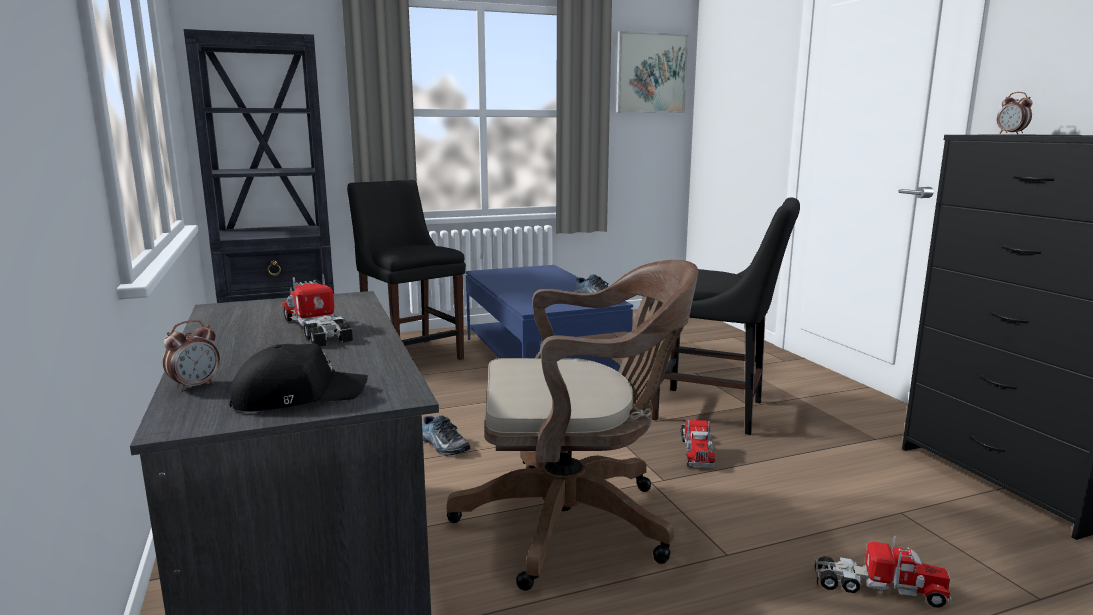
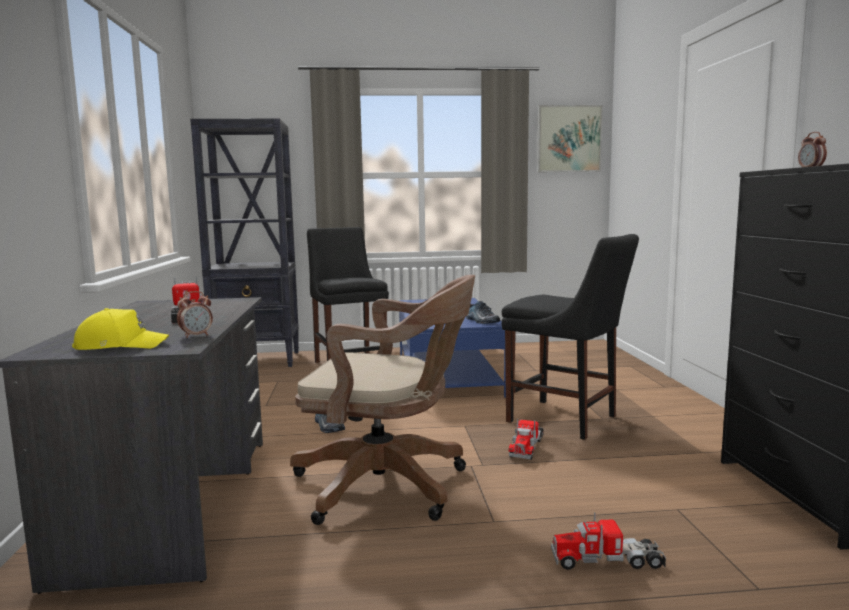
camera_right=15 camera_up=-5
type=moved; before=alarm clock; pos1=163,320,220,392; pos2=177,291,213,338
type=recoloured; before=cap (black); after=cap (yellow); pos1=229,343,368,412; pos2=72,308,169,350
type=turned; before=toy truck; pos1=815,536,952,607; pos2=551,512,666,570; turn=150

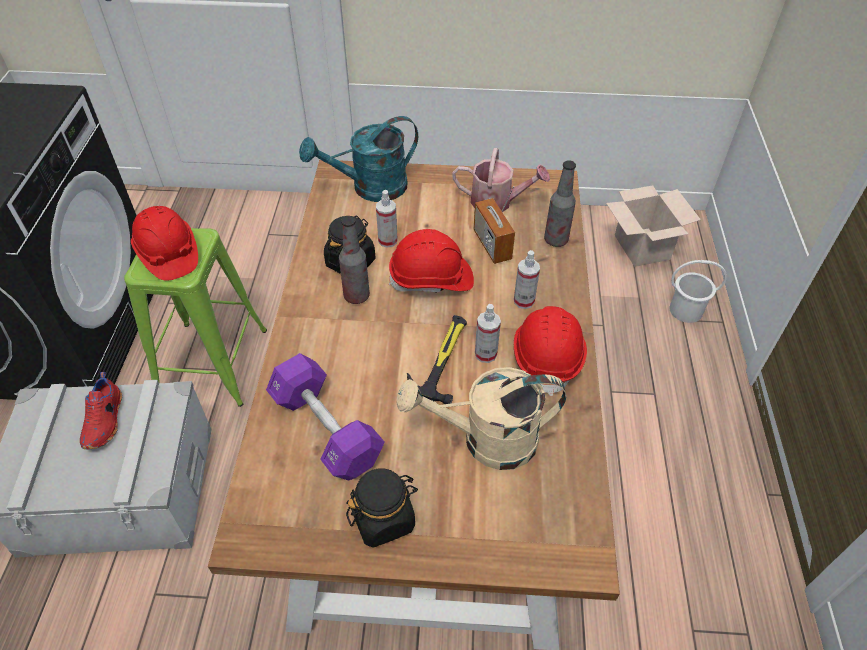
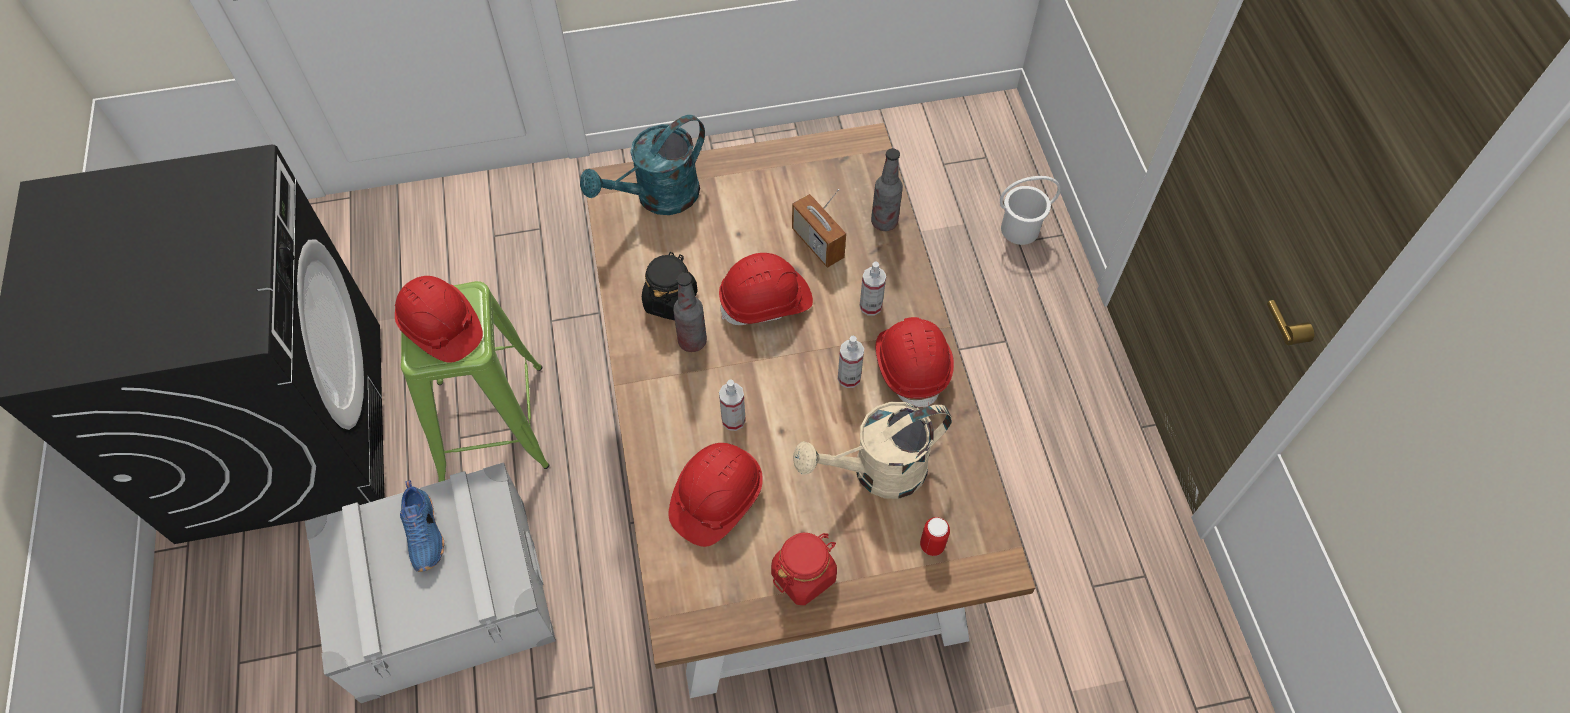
camera_right=-15 camera_up=10
type=recoloured; before=shoe (red); after=shoe (blue); pos1=80,372,122,449; pos2=400,480,444,572
type=replaced; before=dumbbell (purple); after=hard hat (red); pos1=266,353,385,480; pos2=669,443,763,547
type=recoloured; before=jar (black); after=jar (red); pos1=346,468,418,548; pos2=771,533,837,605
type=moved; before=spray bottle; pos1=376,190,398,248; pos2=719,379,746,431
type=removed; before=hammer; pos1=407,315,467,404
type=removed; before=watering can; pos1=452,148,550,211
type=removed; before=cardboard box; pos1=606,185,701,267
type=added; after=can; pos2=920,517,950,556

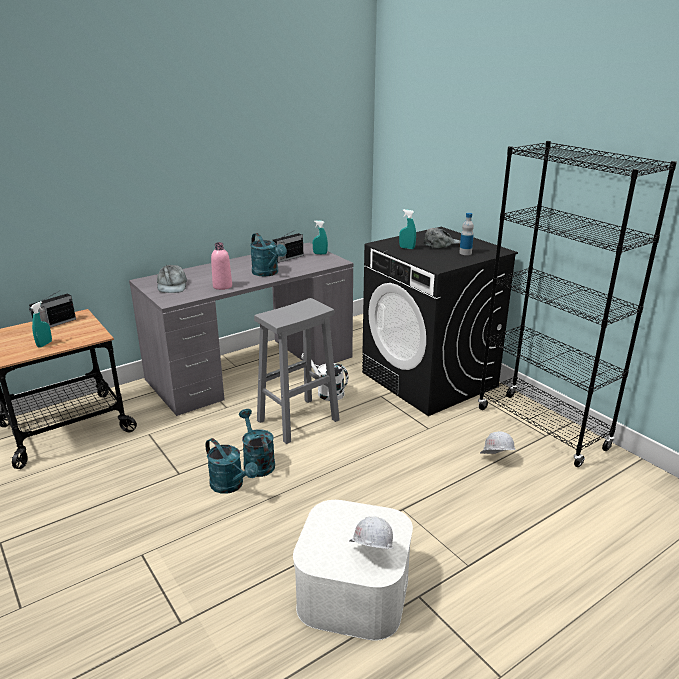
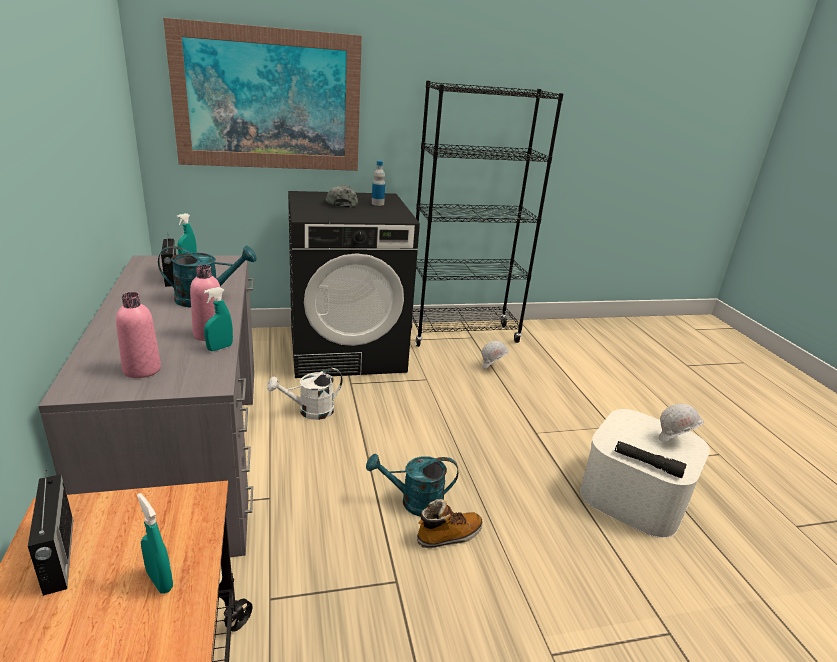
camera_right=-70 camera_up=0
type=replaced; before=cap (grey); after=bottle (pink); pos1=157,265,187,293; pos2=116,292,161,378
type=replaced; before=watering can (turquoise); after=boot; pos1=206,438,258,494; pos2=417,499,483,548
type=removed; before=stool (grey); pos1=254,298,340,444
type=moved; before=spray bottle (turquoise); pos1=399,209,416,249; pos2=204,287,233,351
type=added; after=picture; pos2=163,18,362,171
type=added; after=flashlight (black); pos2=615,441,687,478

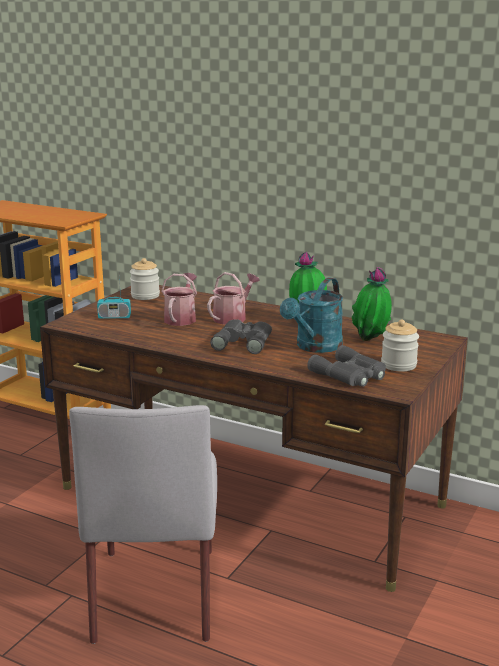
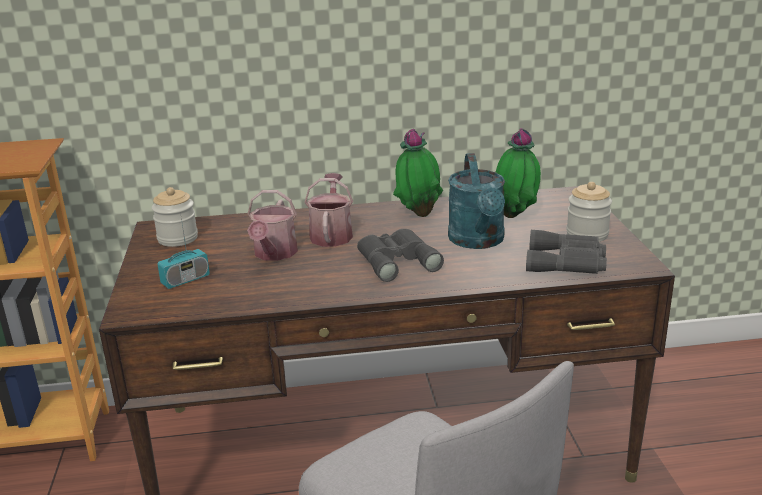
camera_right=-35 camera_up=5
type=turned; before=watering can; pos1=161,273,197,326; pos2=247,190,298,261; turn=-150

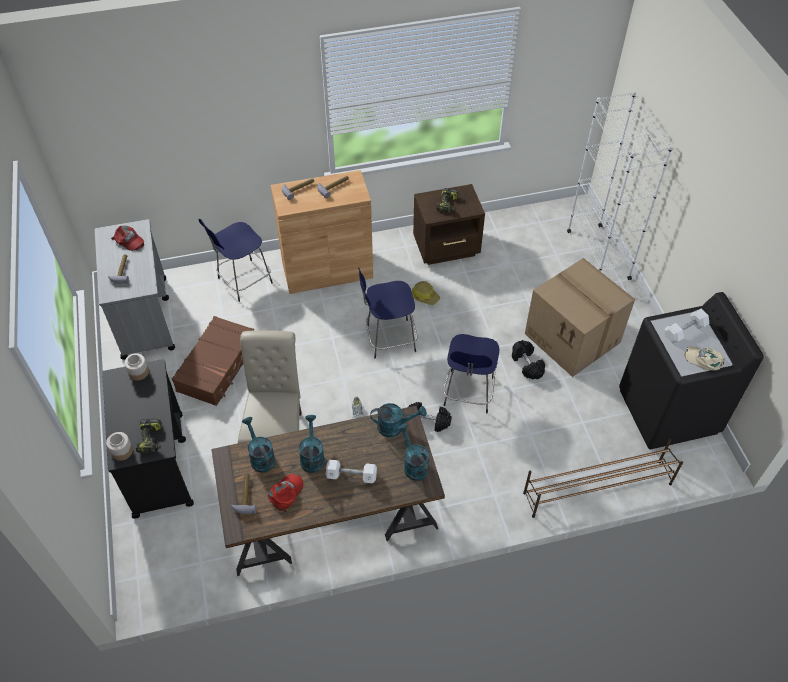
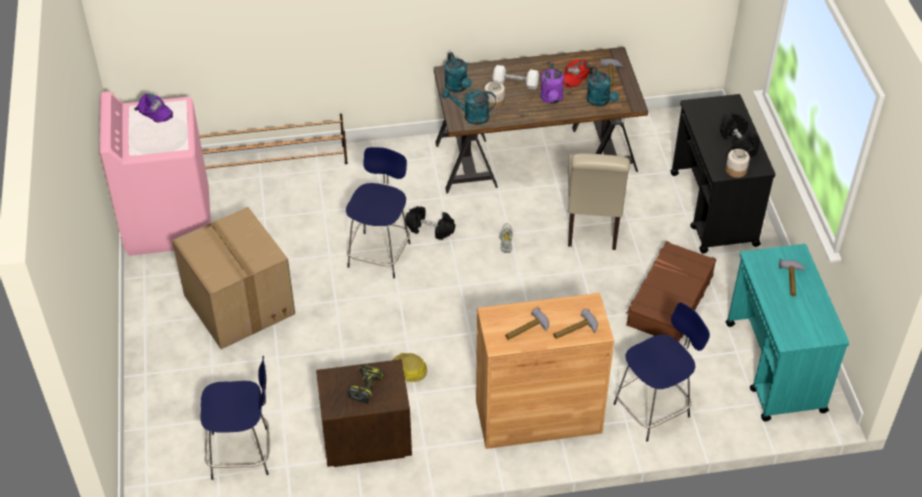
camera_right=-175 camera_up=-5
type=recoloured; before=cart (grey); after=cart (turquoise); pos1=95,219,175,360; pos2=726,244,849,422
type=moved; before=jar; pos1=106,432,133,461; pos2=484,81,505,109
type=removed; before=cap (red); pos1=111,226,144,251
type=removed; before=power drill; pos1=136,419,162,453
type=recoloured; before=watering can (turquoise); after=watering can (purple); pos1=299,415,325,473; pos2=541,63,564,104
type=moved; before=stool (blue); pos1=358,267,418,358; pos2=201,356,269,480
type=moved; before=dumbbell (black); pos1=512,340,545,379; pos2=720,114,760,157
type=removed; before=bookcase (white); pos1=567,92,673,280
type=recoloured; before=washing machine (black); after=washing machine (pink); pos1=619,292,764,449; pos2=99,91,211,256
type=removed; before=dumbbell (white); pos1=665,309,710,343
type=recoloured; before=cap (beige); after=cap (purple); pos1=684,346,726,370; pos2=134,94,173,123

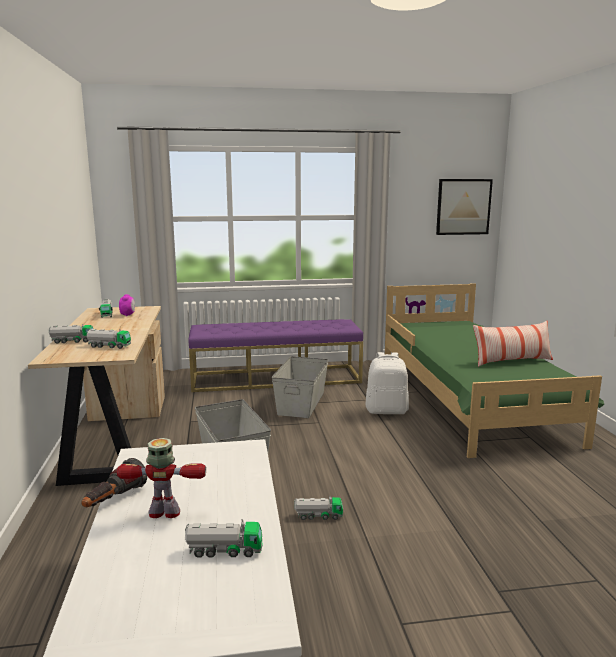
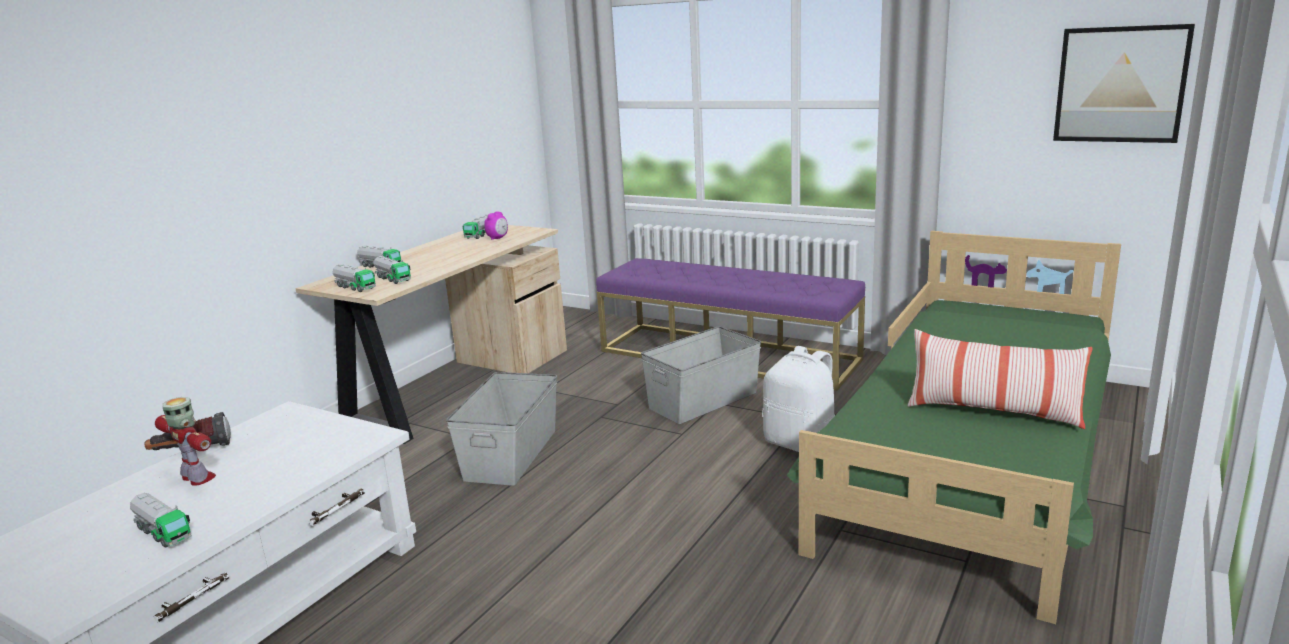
camera_right=40 camera_up=5
type=moved; before=toy truck; pos1=294,496,343,520; pos2=333,264,376,292

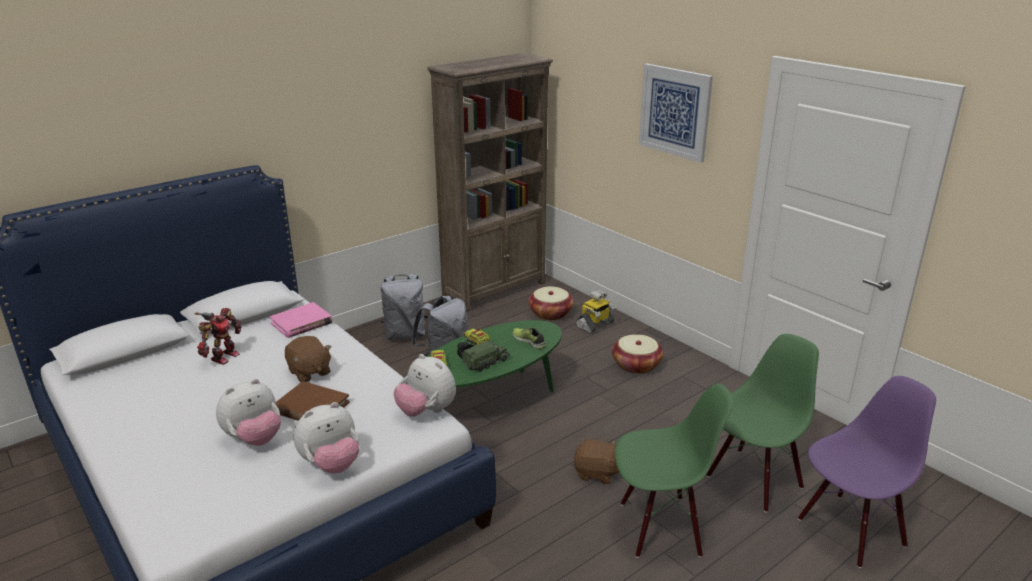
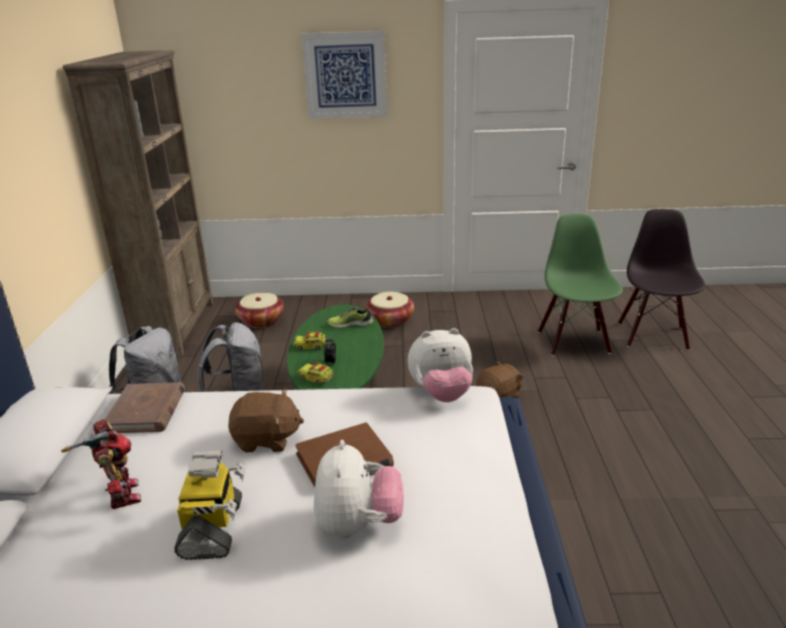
camera_right=-50 camera_up=0
type=recoloured; before=book (pink); after=book (brown); pos1=269,302,333,338; pos2=105,382,185,433
type=removed; before=plush toy; pos1=293,402,359,473
type=removed; before=toy truck; pos1=462,341,510,372
type=moved; before=toy robot; pos1=576,290,617,333; pos2=175,451,246,560
type=removed; before=chair (green); pos1=615,383,734,558
type=recoloured; before=chair (purple); after=chair (black); pos1=798,376,936,568; pos2=618,209,706,350

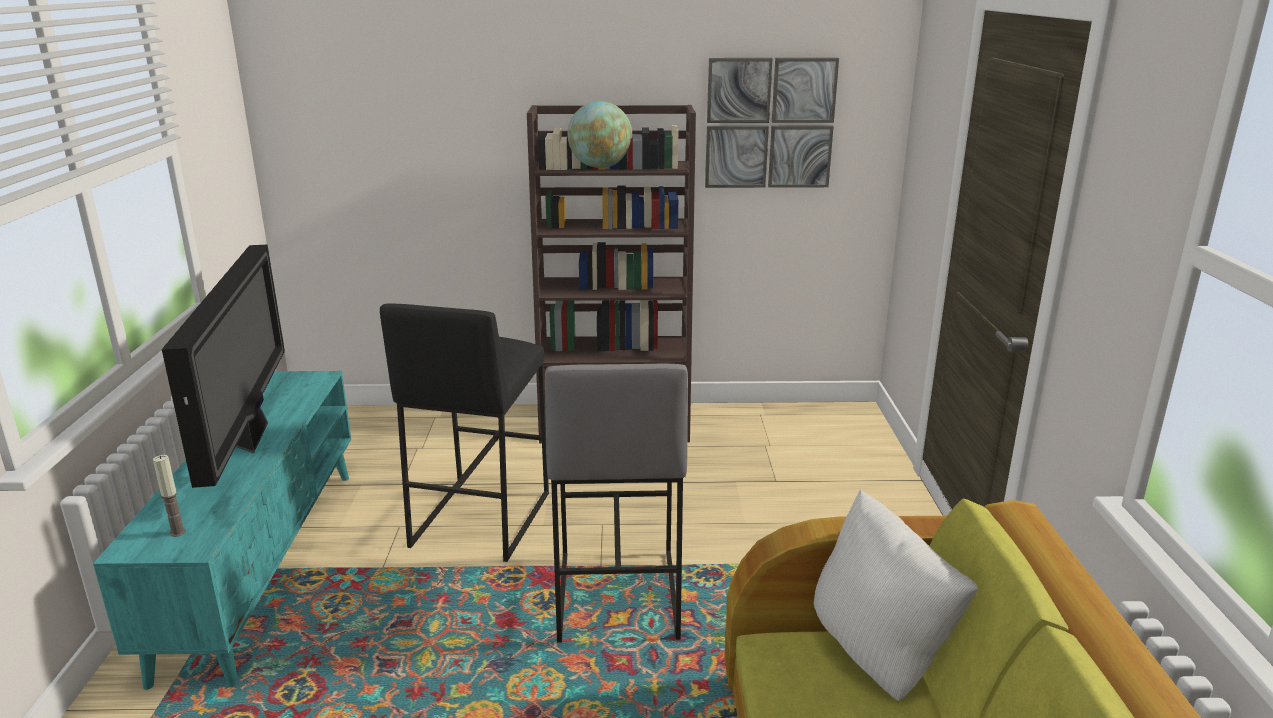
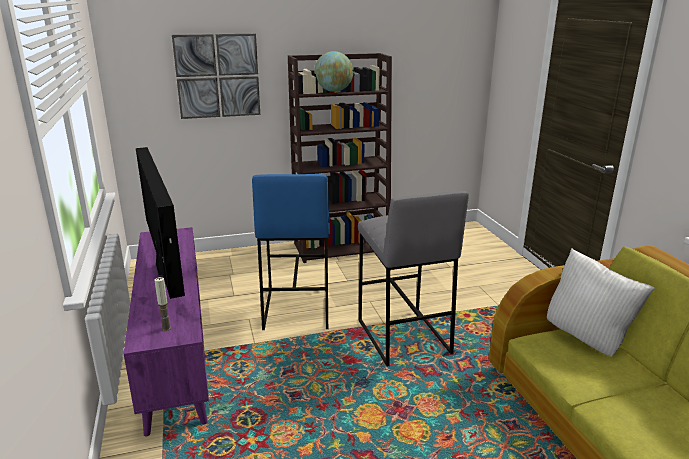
camera_right=-15 camera_up=0
type=recoloured; before=tv stand (turquoise); after=tv stand (purple); pos1=93,371,351,690; pos2=124,227,209,436
type=recoloured; before=stool (black); after=stool (blue); pos1=380,304,549,562; pos2=252,174,330,330
type=moved; before=picture; pos1=705,58,839,188; pos2=172,34,260,119

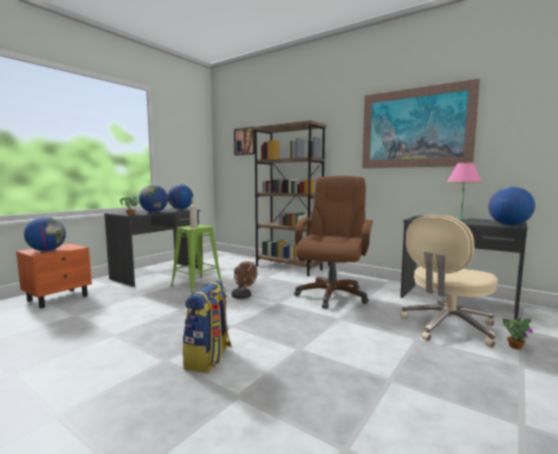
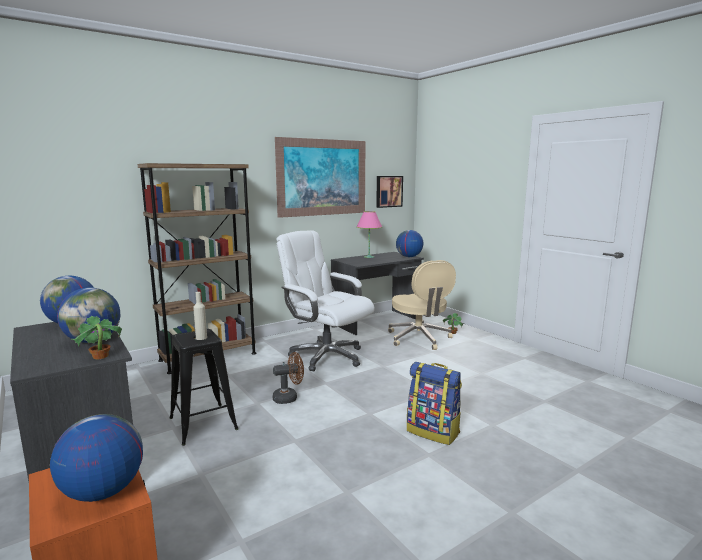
camera_right=-70 camera_up=5
type=recoloured; before=stool (green); after=stool (black); pos1=171,224,222,293; pos2=170,329,239,446
type=moved; before=picture; pos1=234,127,255,155; pos2=376,176,403,208
type=recoloured; before=office chair (brown); after=office chair (white); pos1=294,176,373,309; pos2=277,231,375,371

